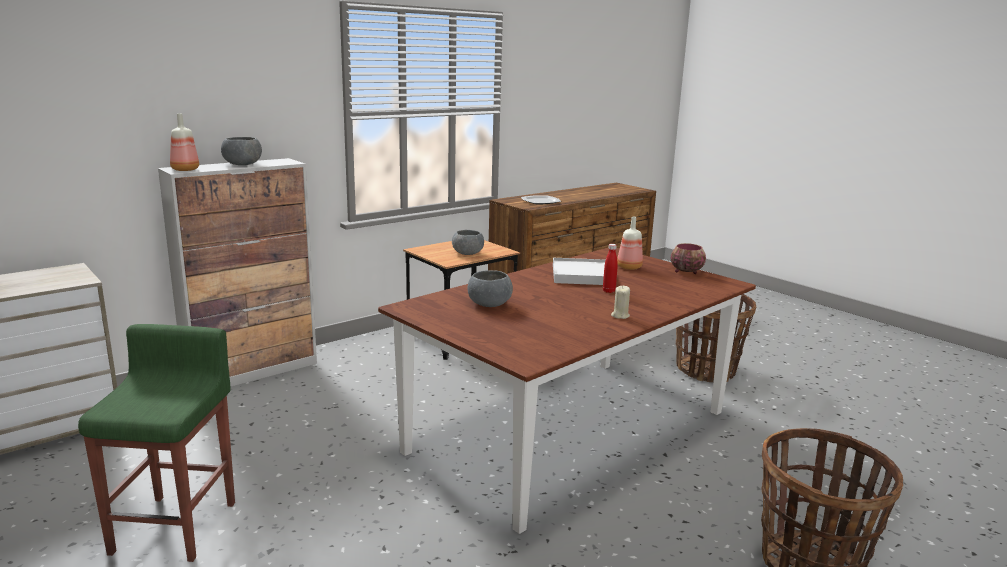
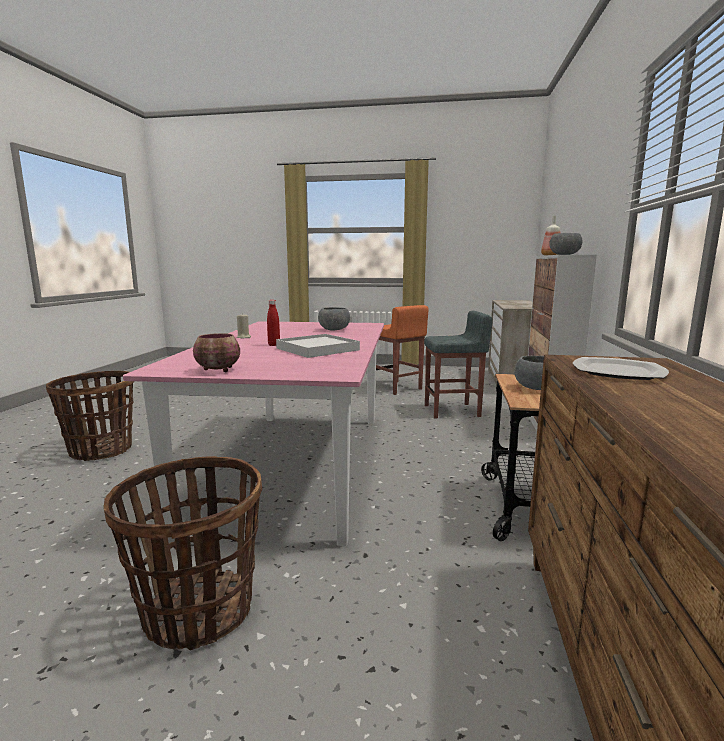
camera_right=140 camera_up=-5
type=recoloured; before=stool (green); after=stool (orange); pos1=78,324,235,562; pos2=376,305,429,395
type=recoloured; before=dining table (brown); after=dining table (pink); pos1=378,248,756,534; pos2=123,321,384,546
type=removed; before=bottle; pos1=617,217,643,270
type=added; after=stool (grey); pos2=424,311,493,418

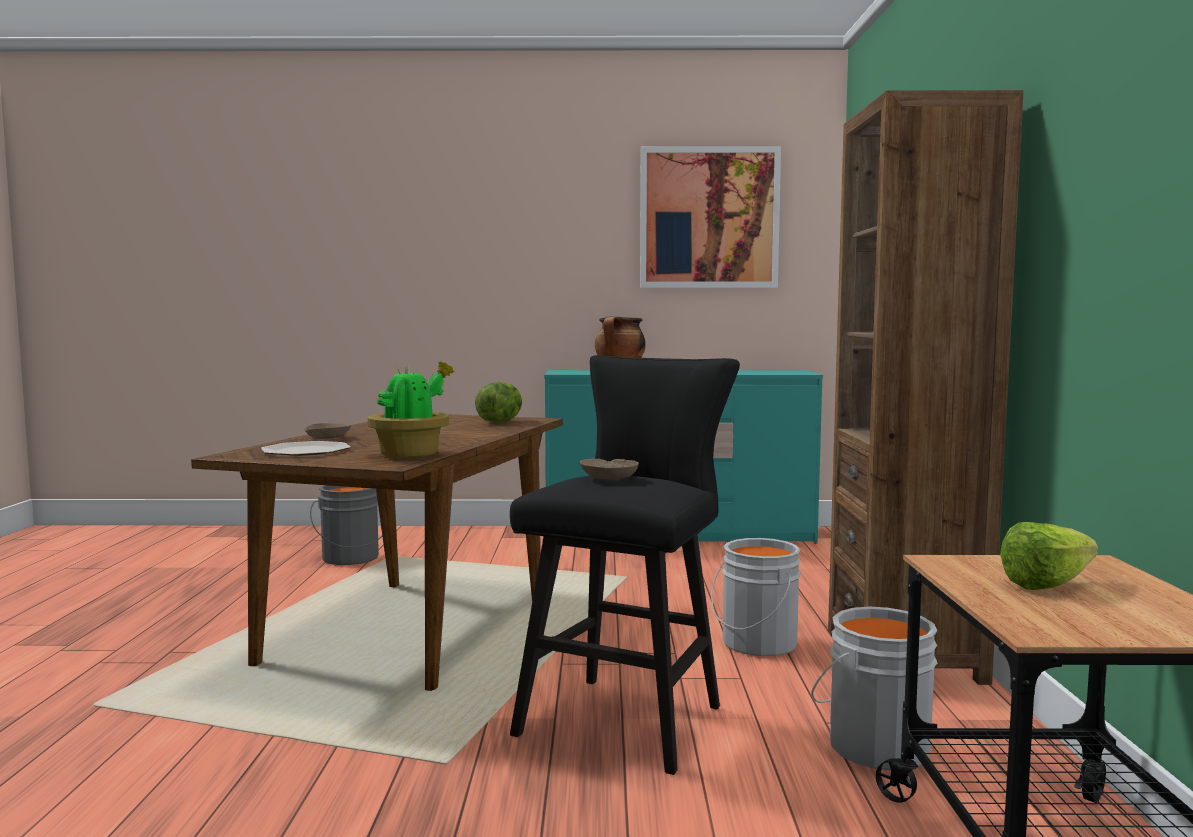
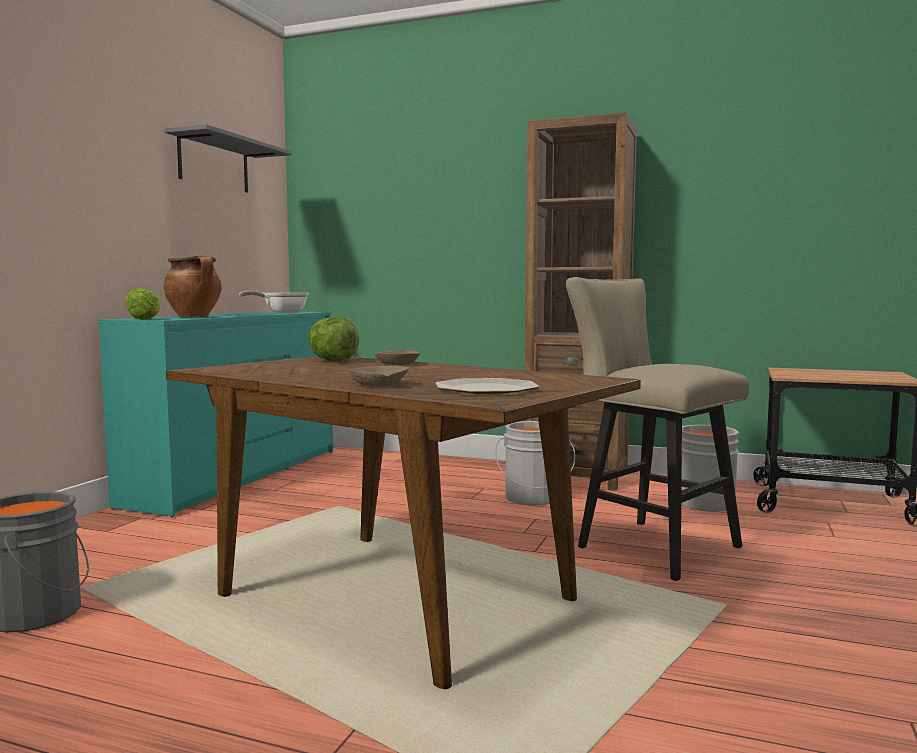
camera_right=-70 camera_up=0
type=removed; before=potted plant; pos1=368,361,454,458
type=recoloured; before=stool (black); after=stool (beige); pos1=510,355,740,775; pos2=566,277,749,581
type=moved; before=bowl (beige); pos1=580,458,639,480; pos2=374,350,420,365
type=replaced; before=picture; after=shelf (grey); pos1=640,146,781,288; pos2=164,124,292,193
type=moved; before=lettuce; pos1=1000,522,1098,590; pos2=125,288,160,320
type=added; after=frying pan; pos2=239,291,309,313

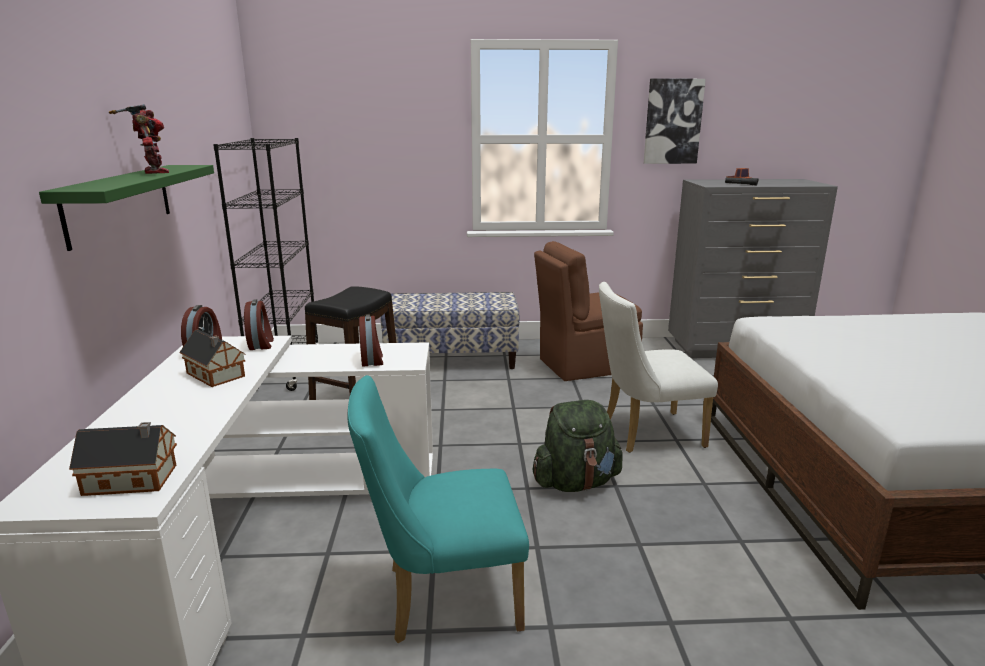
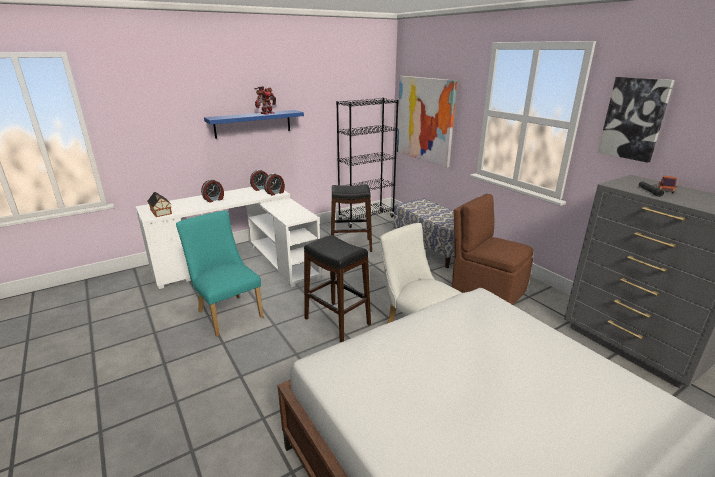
camera_right=60 camera_up=5
type=recoloured; before=shelf (green); after=shelf (blue); pos1=39,165,214,251; pos2=204,110,304,139
type=removed; before=toy house; pos1=179,329,246,387
type=moved; before=alarm clock; pos1=359,314,383,366; pos2=201,179,224,203
type=replaced; before=backpack (green); after=stool (black); pos1=533,400,623,492; pos2=304,235,371,342
type=added; after=picture; pos2=397,76,457,168

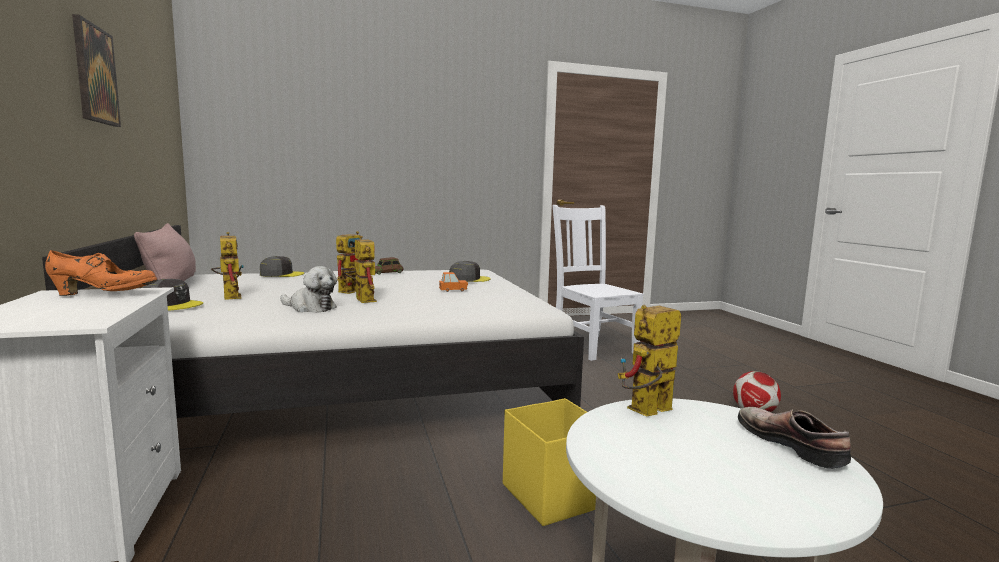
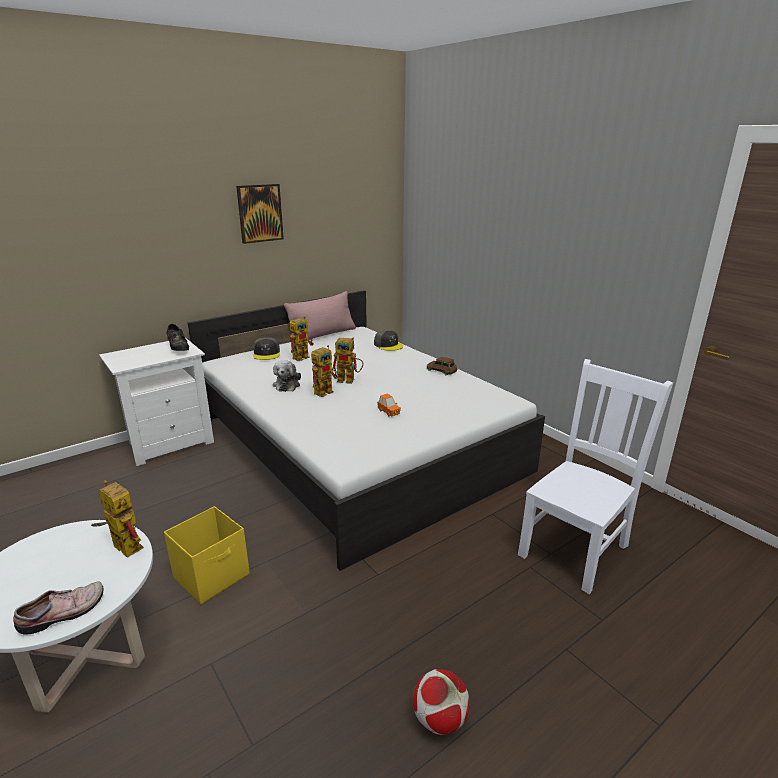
camera_right=70 camera_up=15
type=recoloured; before=shoe (orange); after=shoe (black); pos1=45,250,157,296; pos2=166,324,189,351
type=removed; before=cap (grey); pos1=449,261,490,282

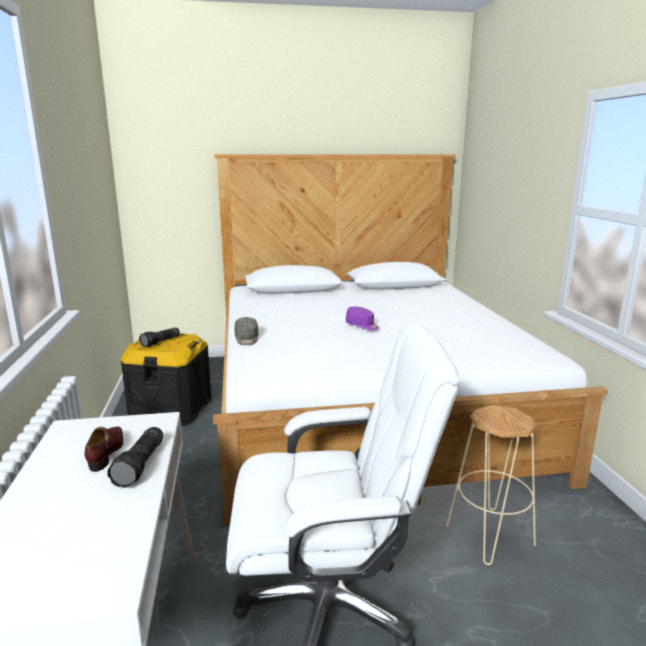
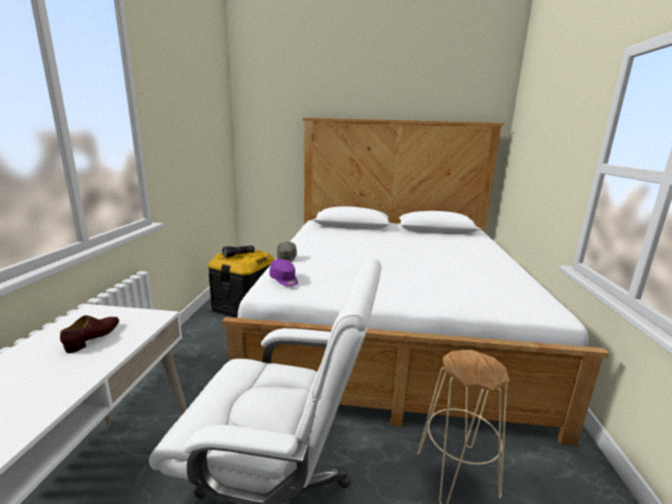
camera_right=15 camera_up=0
type=removed; before=flashlight; pos1=107,427,163,488
type=moved; before=cap (purple); pos1=346,306,379,330; pos2=269,259,298,286

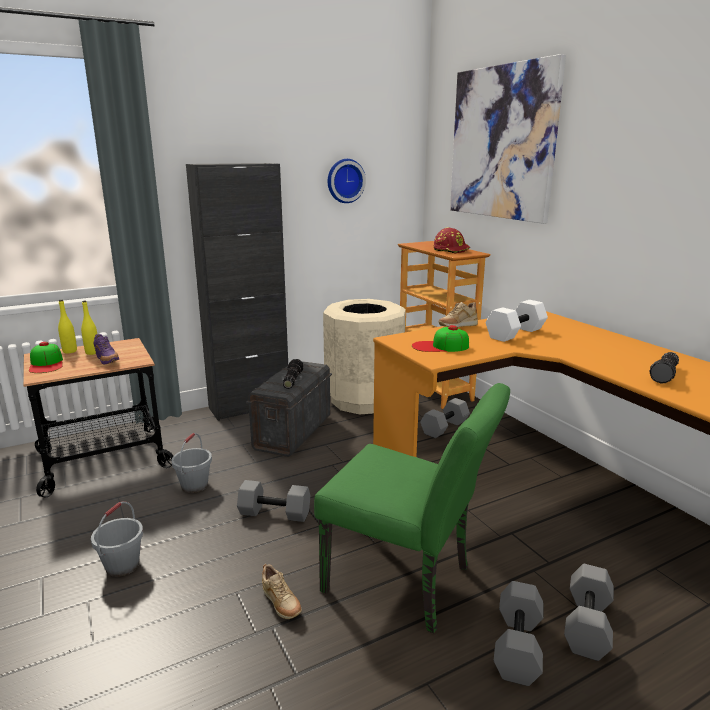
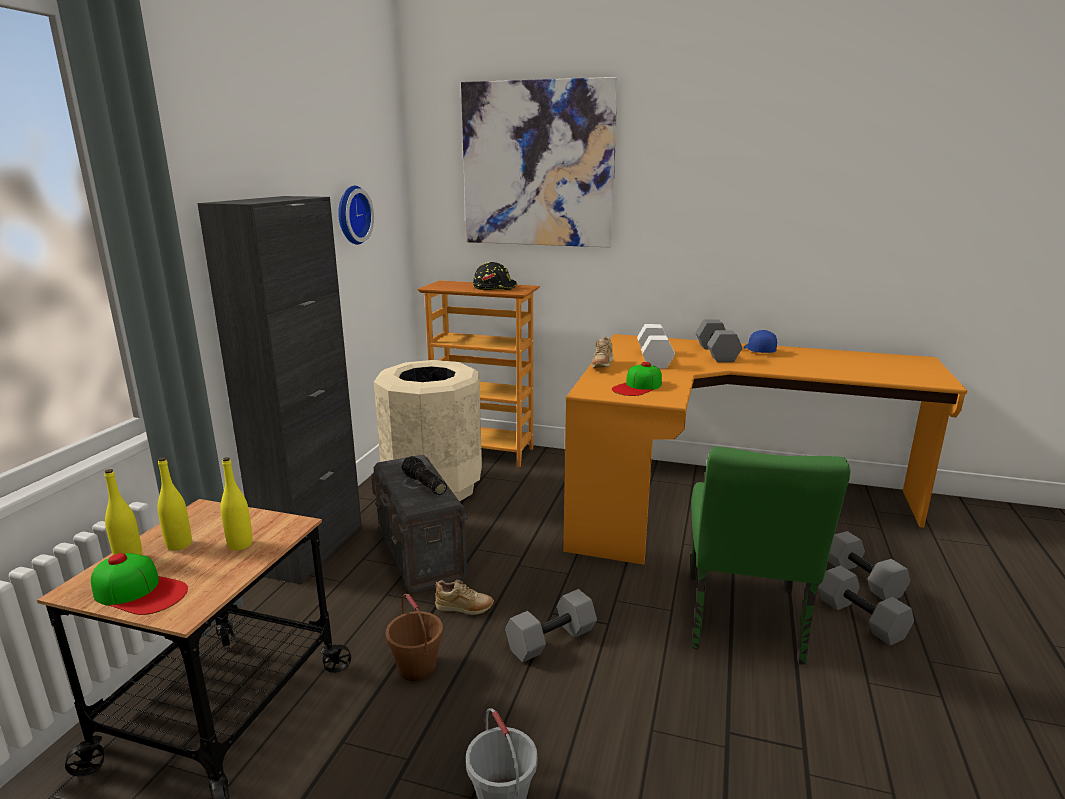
camera_right=-45 camera_up=0
type=replaced; before=shoe (purple); after=bottle (yellow); pos1=94,334,119,364; pos2=221,457,253,550
type=recoloured; before=bucket (grey); after=bucket (brown); pos1=171,433,212,493; pos2=385,594,443,681
type=moved; before=shoe (beige); pos1=262,564,302,619; pos2=435,580,494,615
type=turned; before=chair (green); pos1=314,383,510,634; pos2=690,447,850,665; turn=120
type=moved; before=dumbbell (grey); pos1=420,398,470,438; pos2=695,319,742,362
type=recoloured; before=hard hat (red); after=hard hat (black); pos1=434,228,470,253; pos2=473,262,517,290
type=removed; before=flashlight; pos1=649,352,679,383
type=added; after=cap (blue); pos2=744,330,777,353

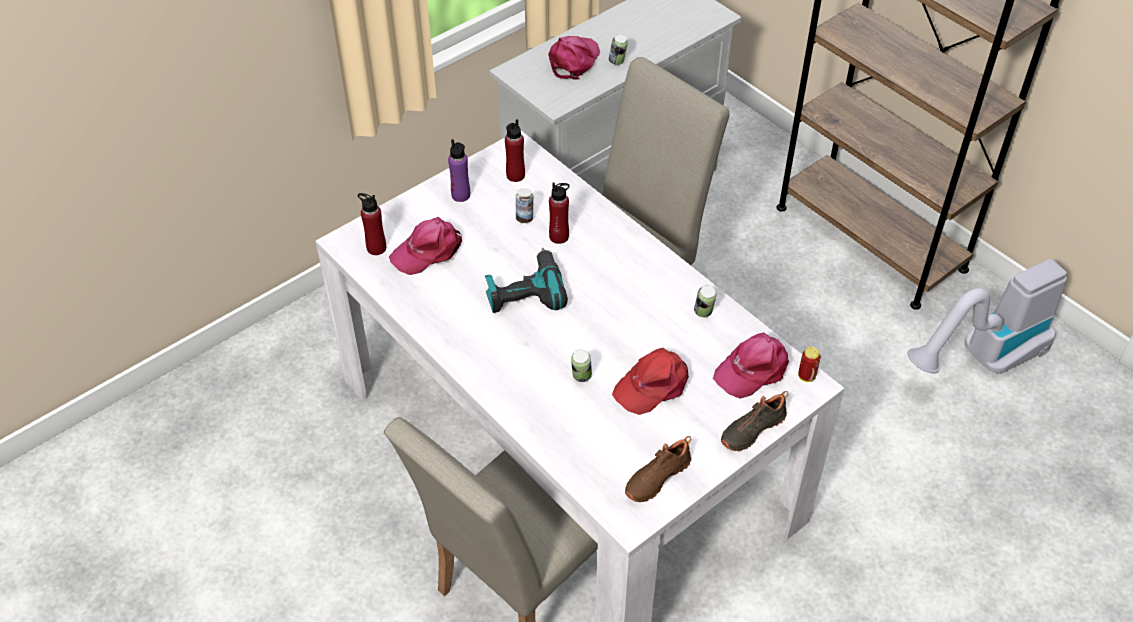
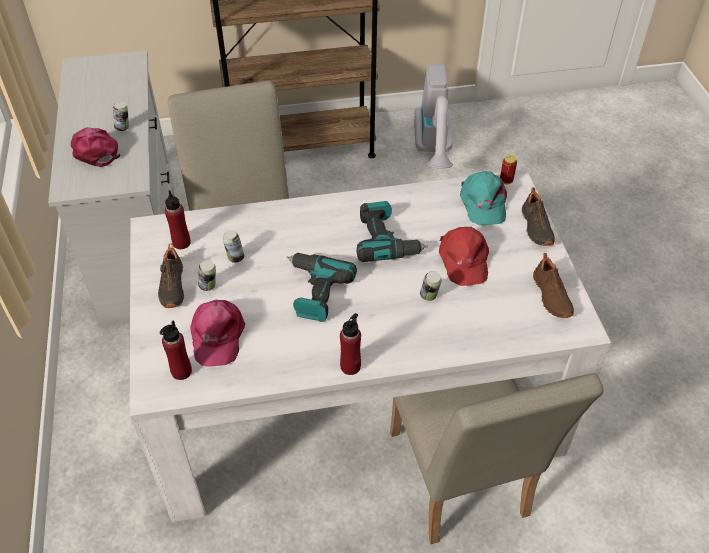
camera_right=-60 camera_up=0
type=replaced; before=bottle (purple); after=shoe (black); pos1=448,139,470,202; pos2=158,244,184,308
type=moved; before=bottle (red); pos1=549,182,570,244; pos2=340,313,361,375
type=moved; before=can; pos1=694,285,717,317; pos2=198,260,216,291
type=recoloured; before=cap (pink); after=cap (turquoise); pos1=713,333,789,399; pos2=460,171,507,225
type=added; after=power drill; pos2=357,201,428,262

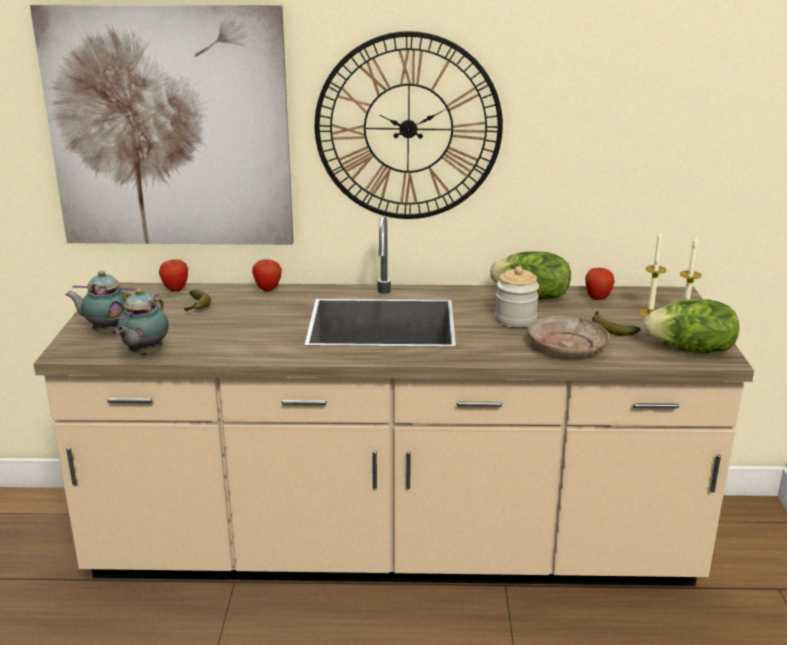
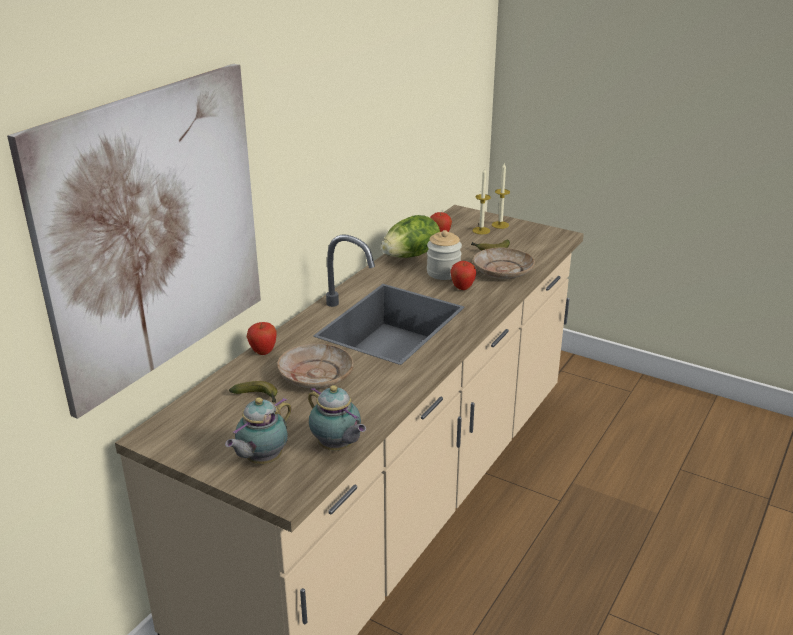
camera_right=-60 camera_up=5
type=moved; before=apple; pos1=159,259,188,291; pos2=450,261,476,290
type=removed; before=wall clock; pos1=315,31,503,219
type=removed; before=lettuce; pos1=643,299,739,354
type=added; after=plate (beige); pos2=277,343,354,388

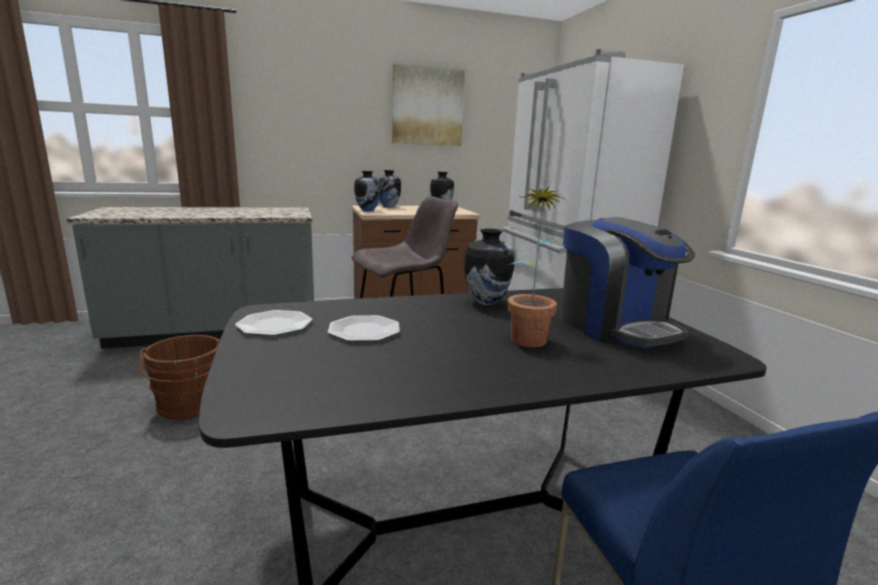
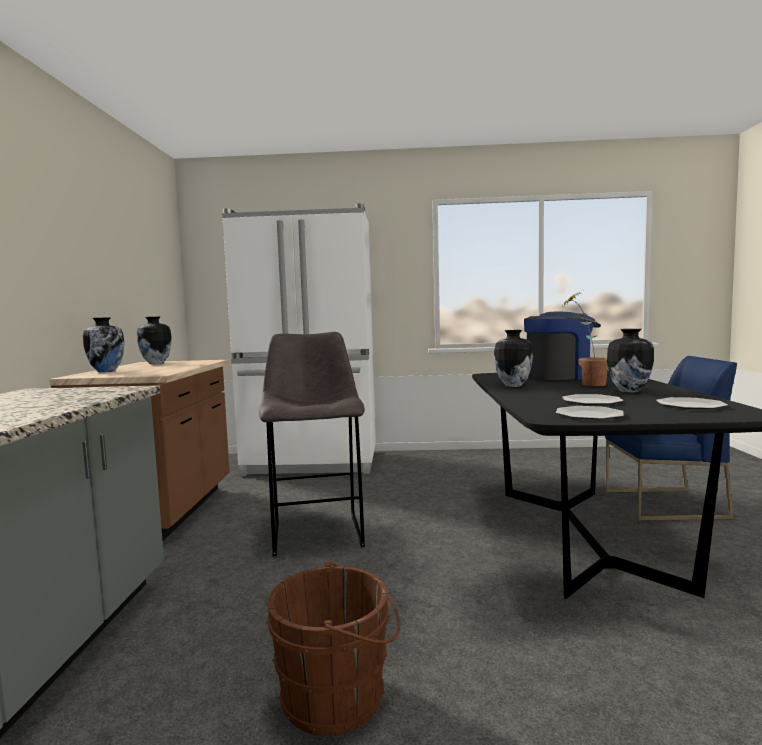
camera_right=-70 camera_up=-10
type=moved; before=vase; pos1=354,171,381,211; pos2=607,329,654,393
type=removed; before=picture; pos1=392,64,465,146
type=added; after=plate; pos2=656,397,728,409

